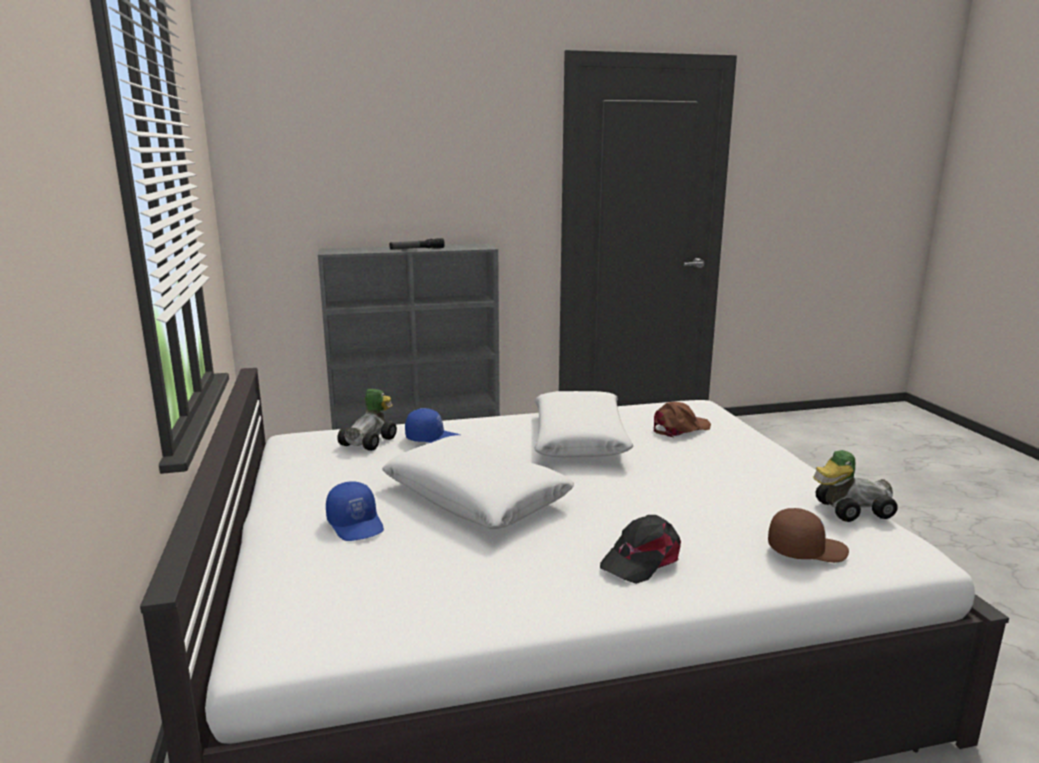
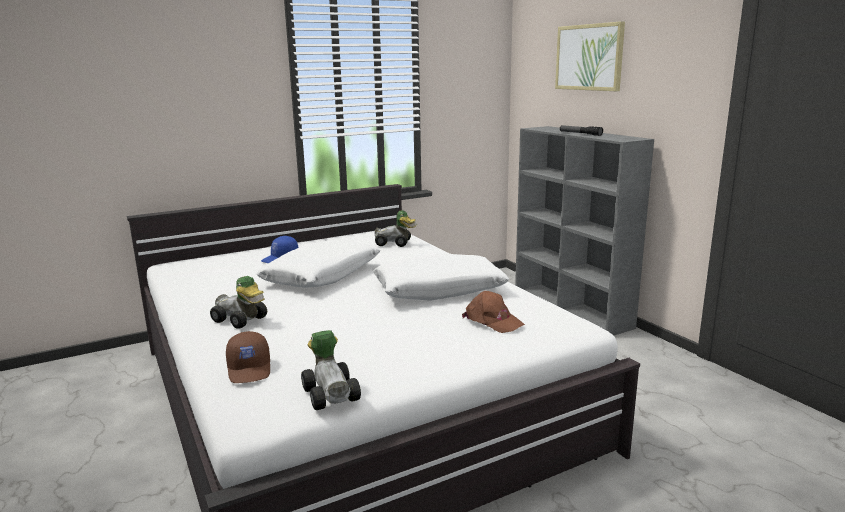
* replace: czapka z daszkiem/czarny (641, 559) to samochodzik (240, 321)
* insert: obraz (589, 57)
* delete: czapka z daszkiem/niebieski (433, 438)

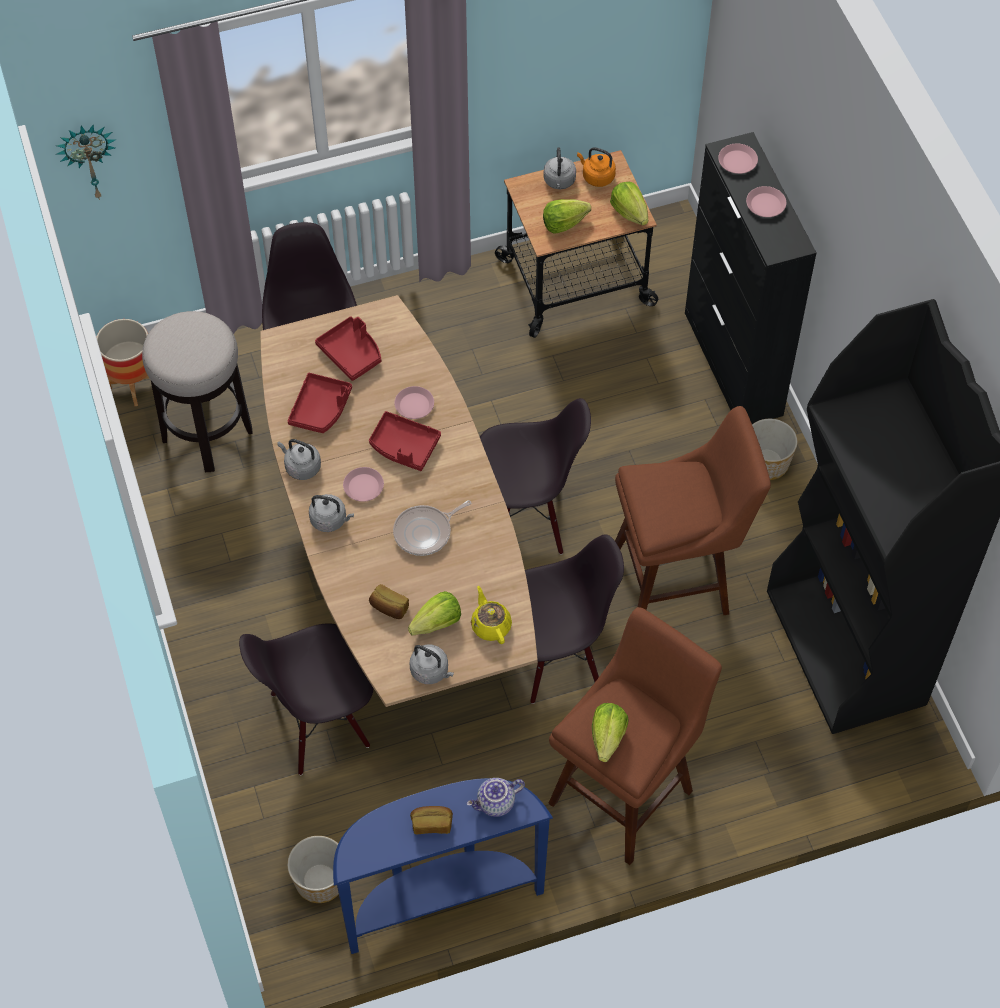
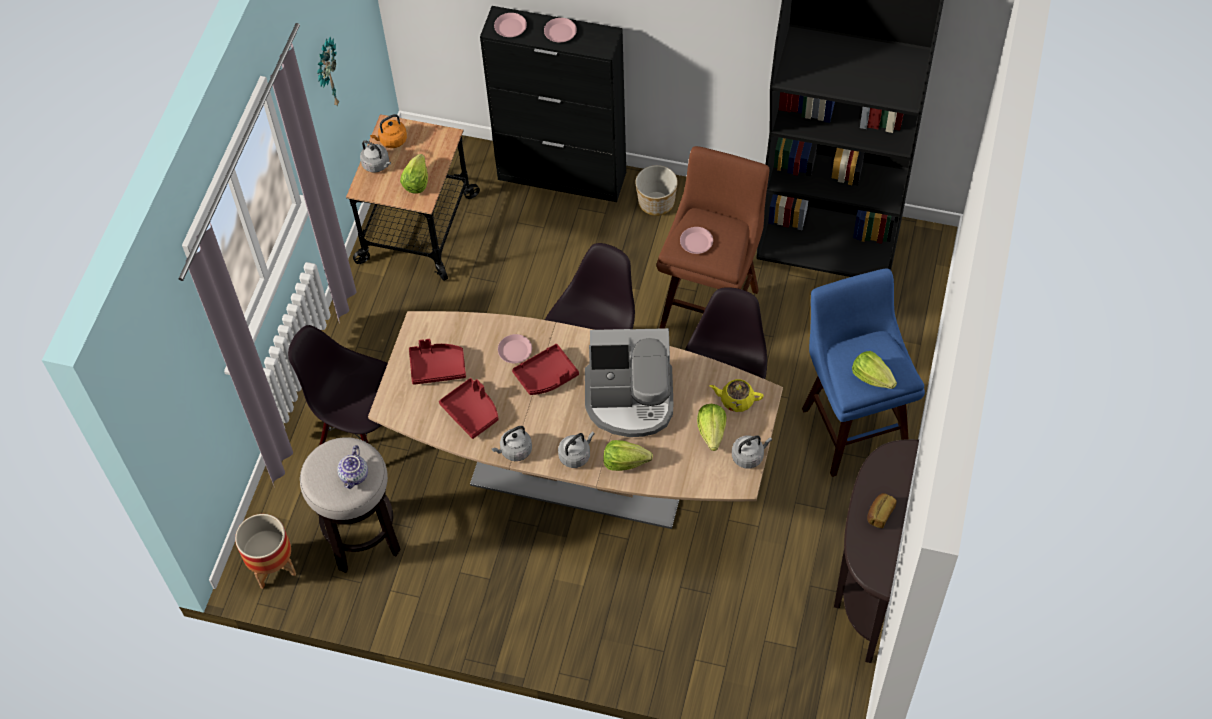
* move: zegar ścienny (89, 159) to (326, 75)
* move: imbryk (496, 804) to (355, 476)
* replace: patelnia (425, 532) to ekspres do kawy (630, 400)
* move: sałata (629, 212) to (625, 462)
* move: talerz/różowy (364, 487) to (696, 242)
* recolor: stołek/brązowy (626, 790) to stołek/niebieski (852, 424)
* recolor: stolik konsolowy/niebieski (440, 899) to stolik konsolowy/brązowy (863, 583)
* delete: krzesło/czarny (319, 722)
* delete: donica (319, 881)
* delete: chleb (389, 608)

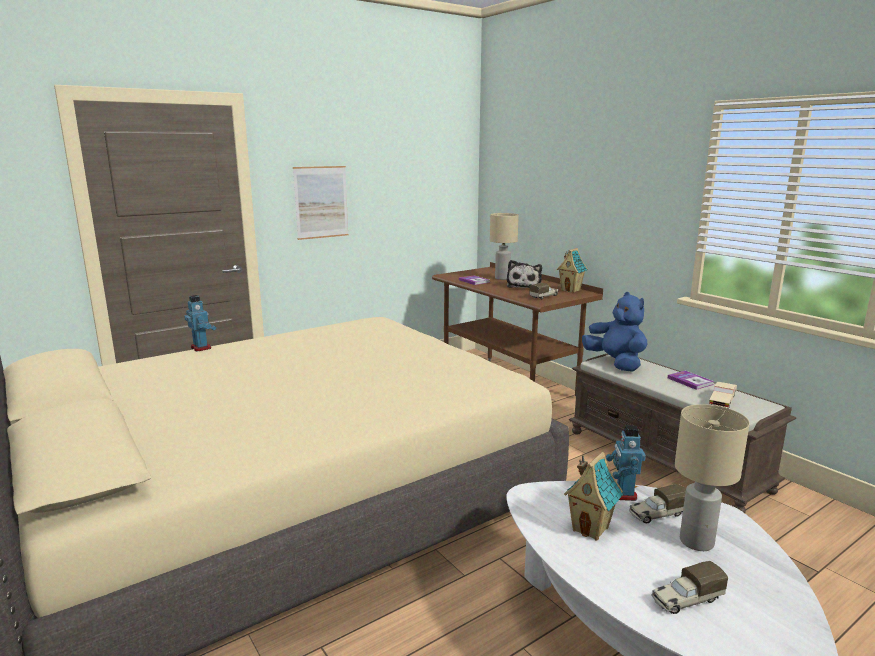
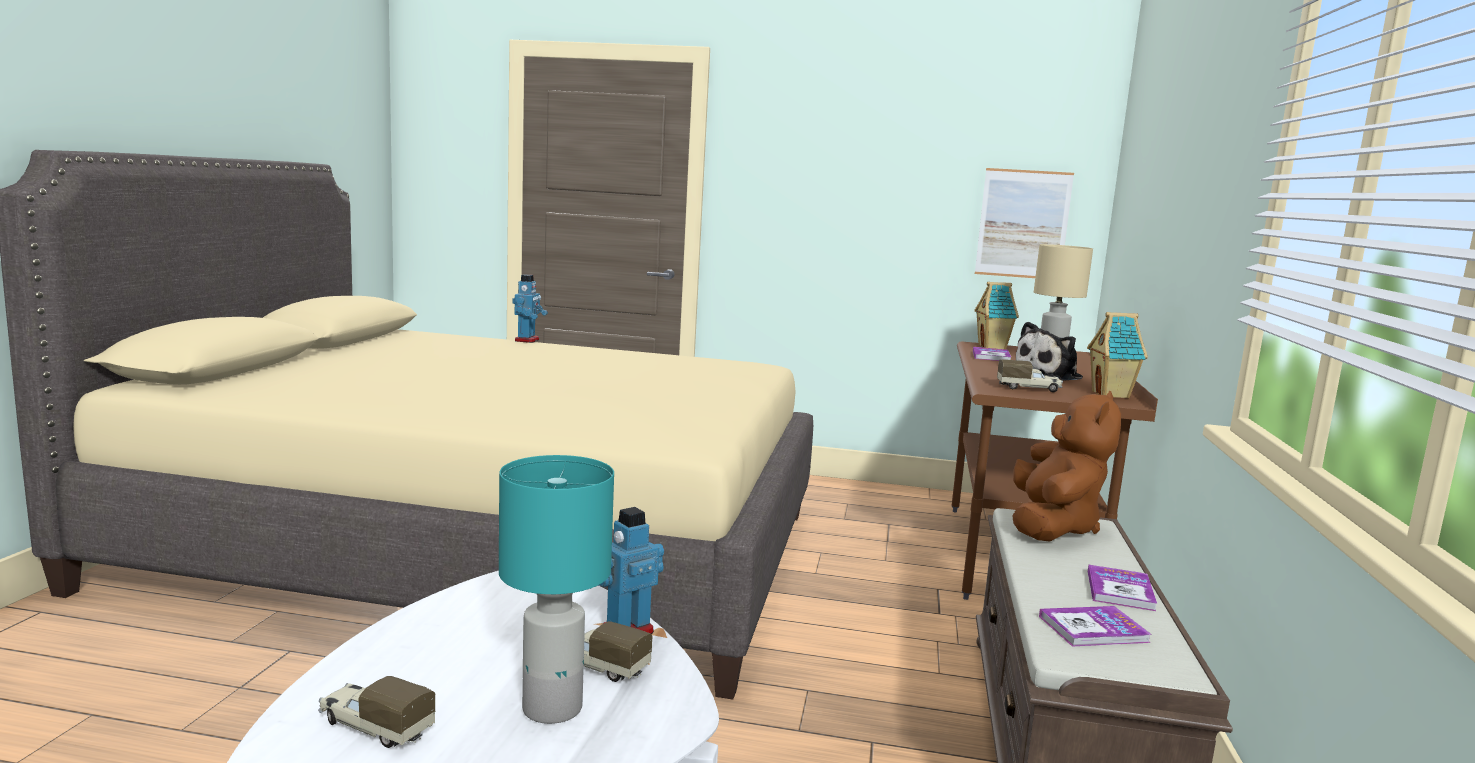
* recolor: lampa stołowa/beżowy (696, 541) to lampa stołowa/turkusowy (554, 708)
* move: domek (591, 529) to (993, 347)
* move: obraz (321, 202) to (1023, 224)
* recolor: pluszak/niebieski (615, 363) to pluszak/brązowy (1052, 527)
* replace: samochodzik/beżowy (722, 401) to książka (1093, 629)

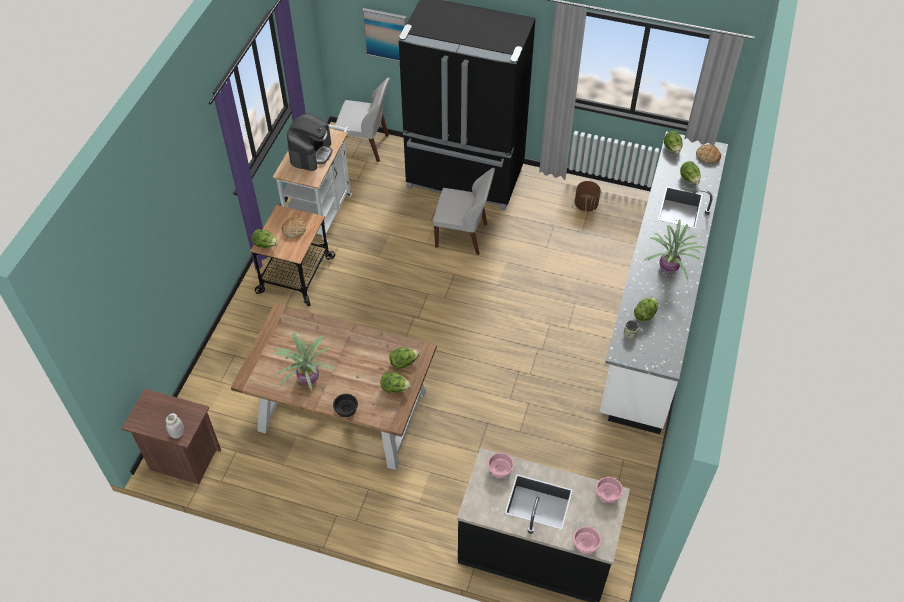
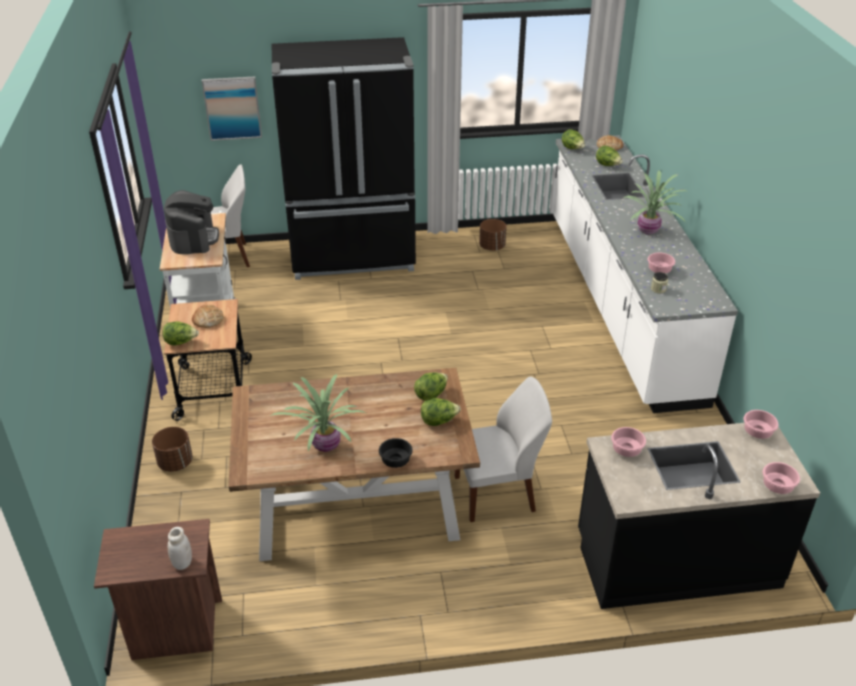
* insert: donica/brązowy (175, 462)
* move: krzesło/biały (463, 236) to (497, 493)
* replace: sałata (645, 314) to miska/różowy (659, 271)

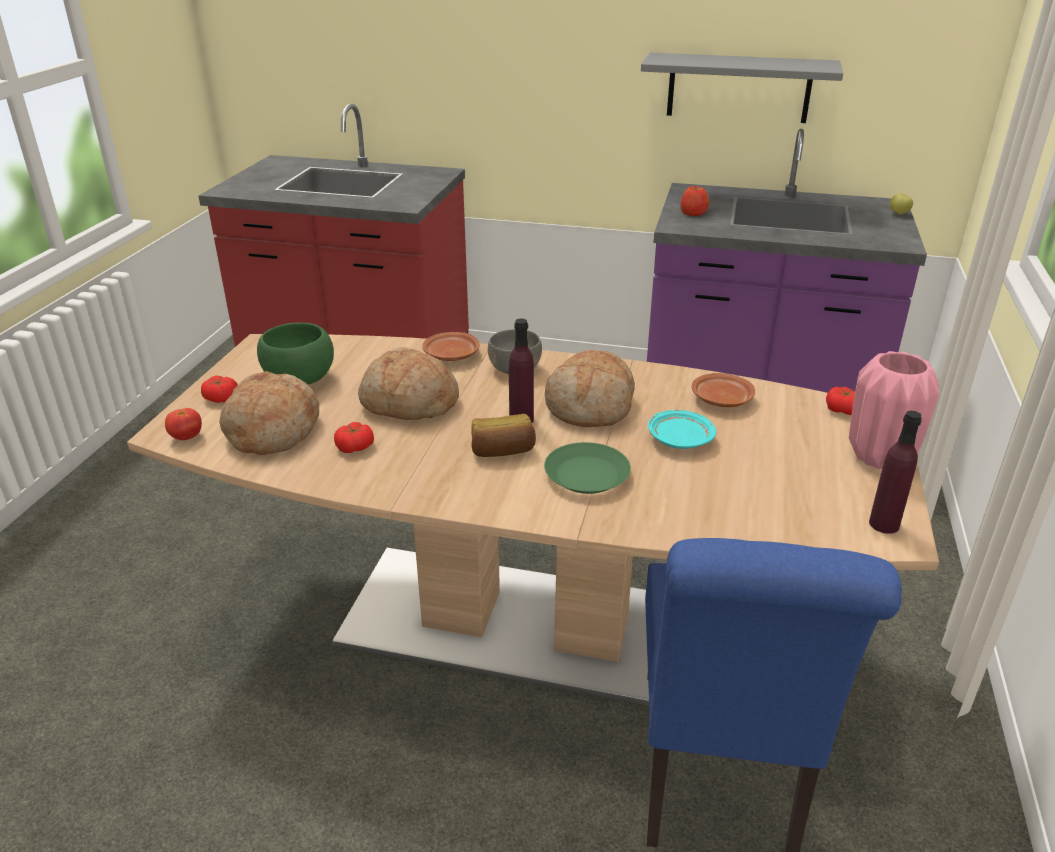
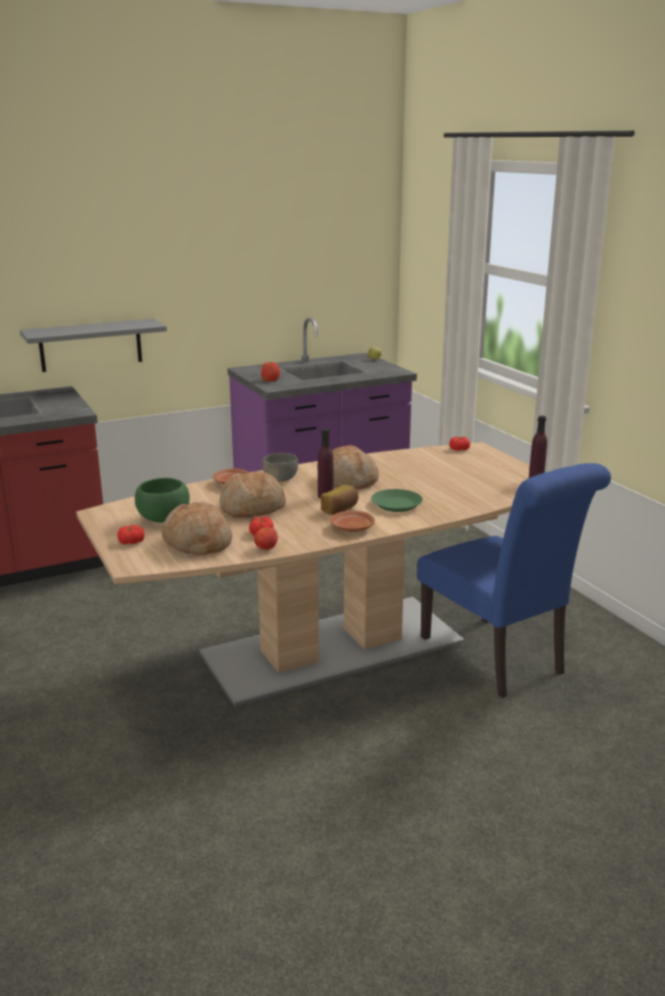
* move: półka/szary (738, 88) to (91, 345)
* move: pomidor (186, 437) to (266, 548)
* move: talerz/brązowy (721, 400) to (352, 528)
* delete: talerz/turkusowy (679, 439)
* delete: wazon/różowy (880, 457)

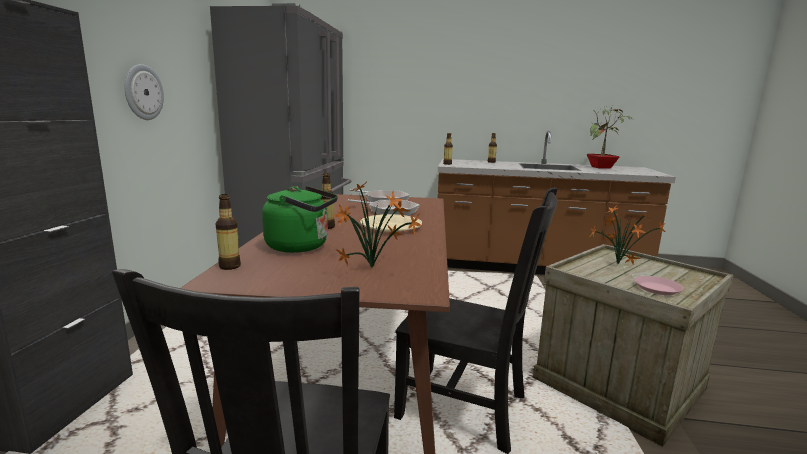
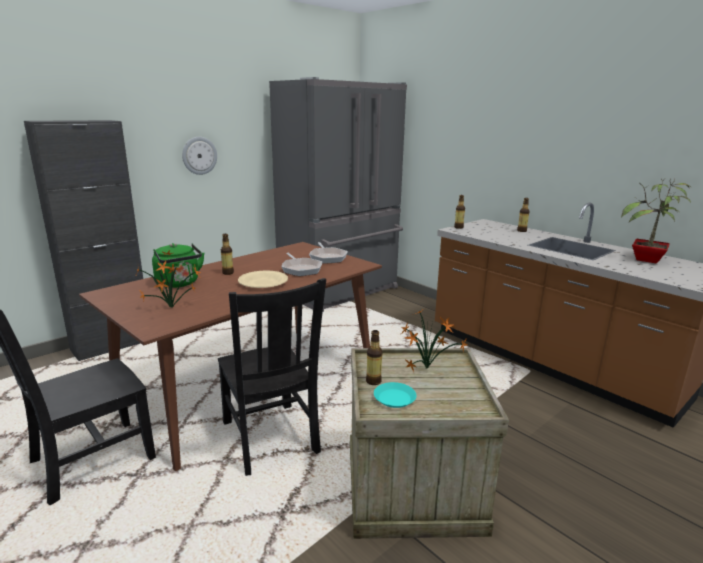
* move: butelka (230, 266) to (373, 381)
* recolor: talerz/różowy (657, 289) to talerz/turkusowy (394, 398)

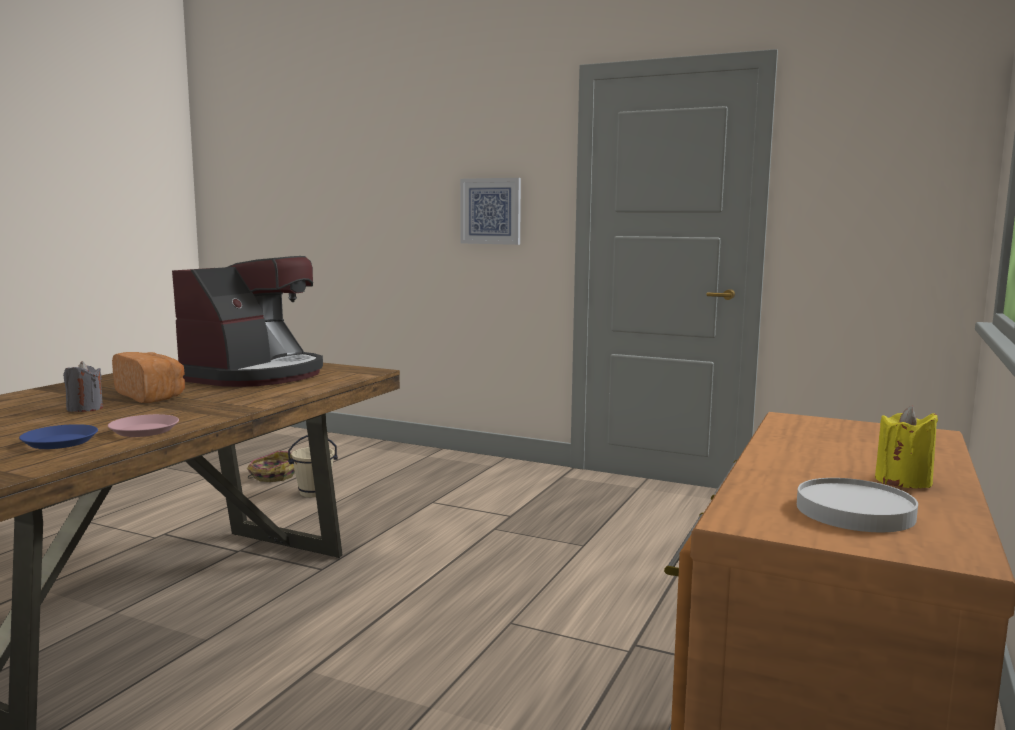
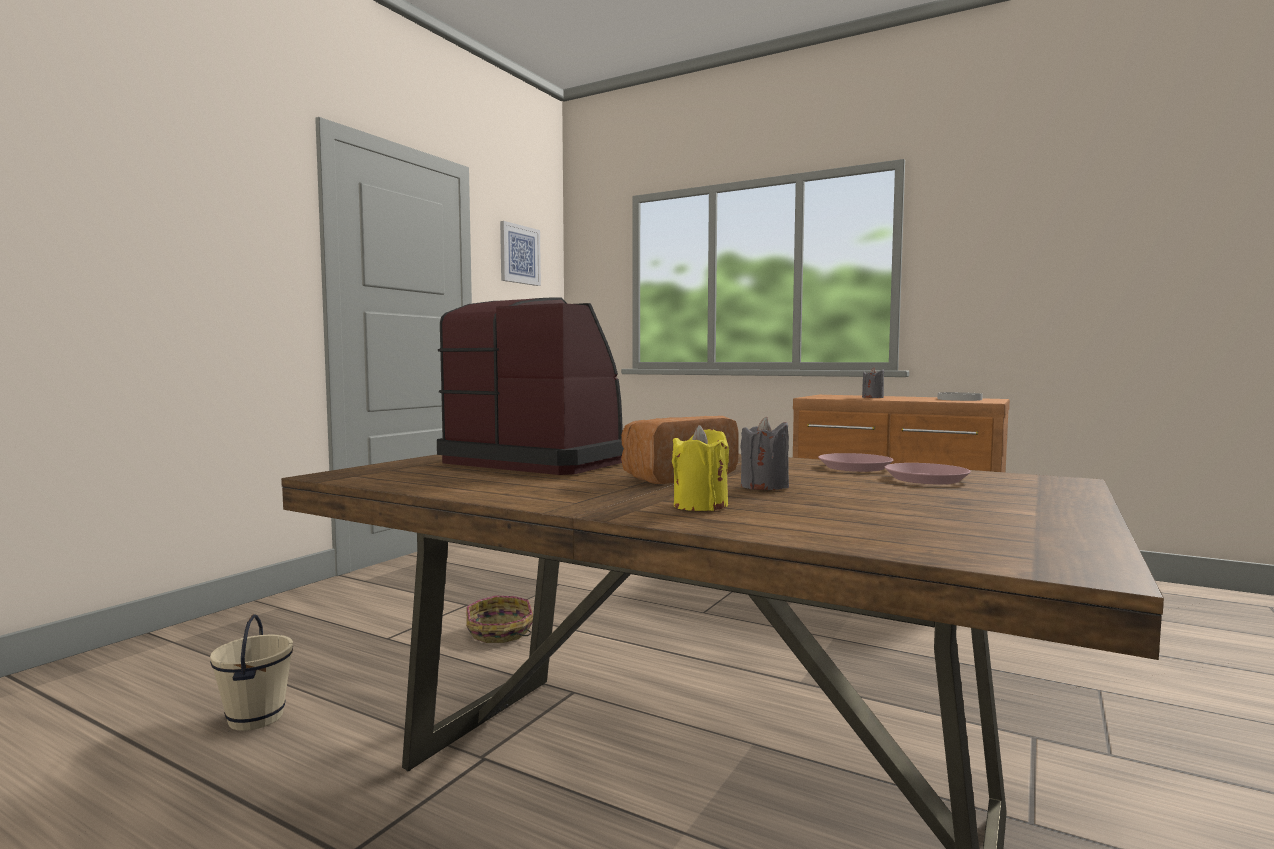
* move: koszyk (273, 476) to (500, 633)
* move: obraz (491, 211) to (519, 254)
* move: świeca/żółty (903, 481) to (700, 506)
* insert: świeca/szary (872, 398)
* recolor: talerz/niebieski (60, 442) to talerz/różowy (925, 479)

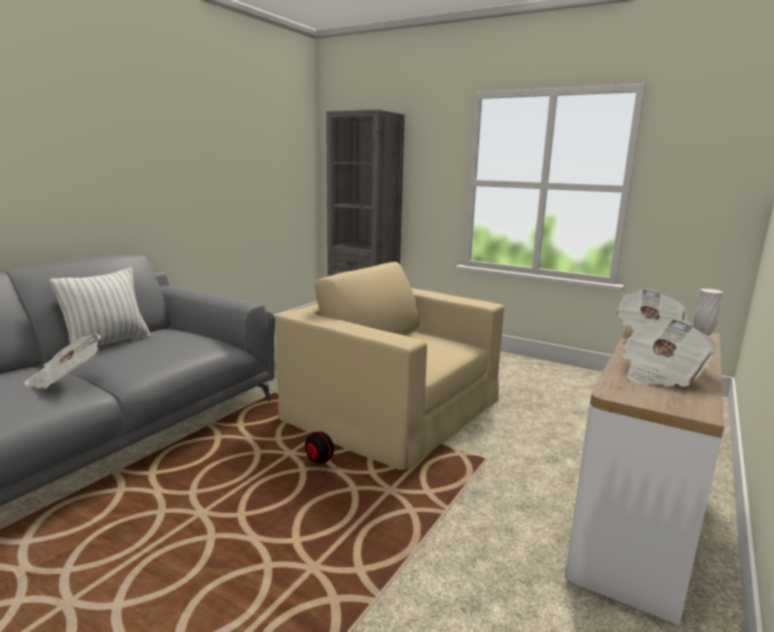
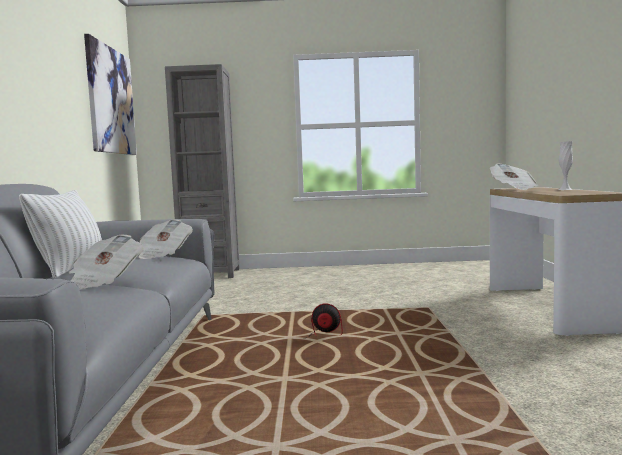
* insert: obraz (111, 101)
* move: gazeta (660, 374) to (164, 254)
* delete: fotel/beżowy (393, 408)

